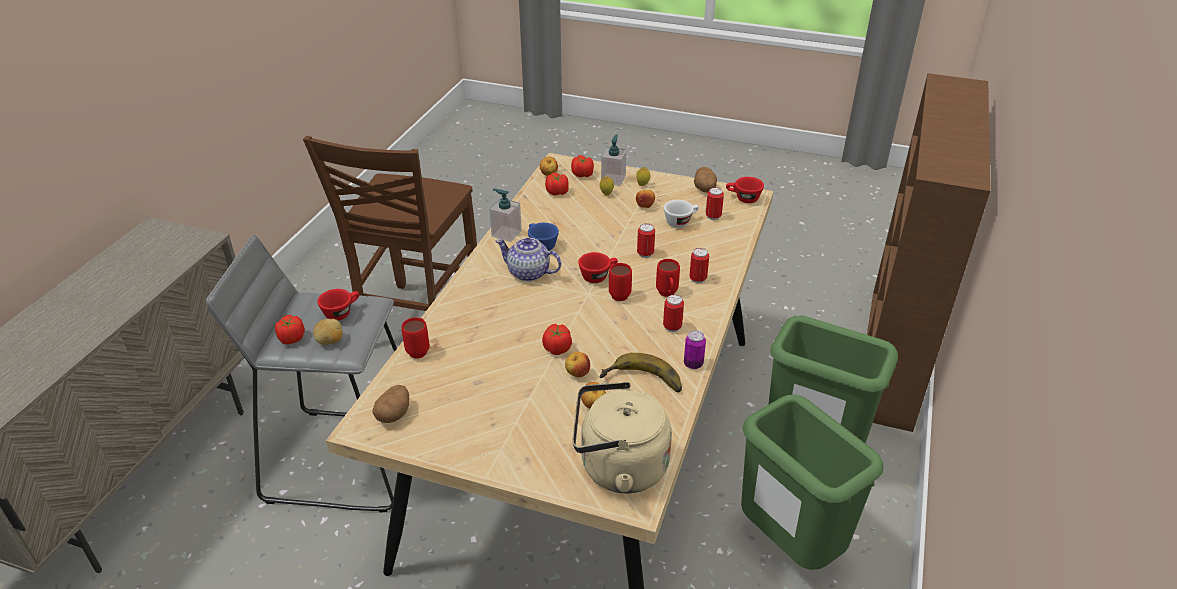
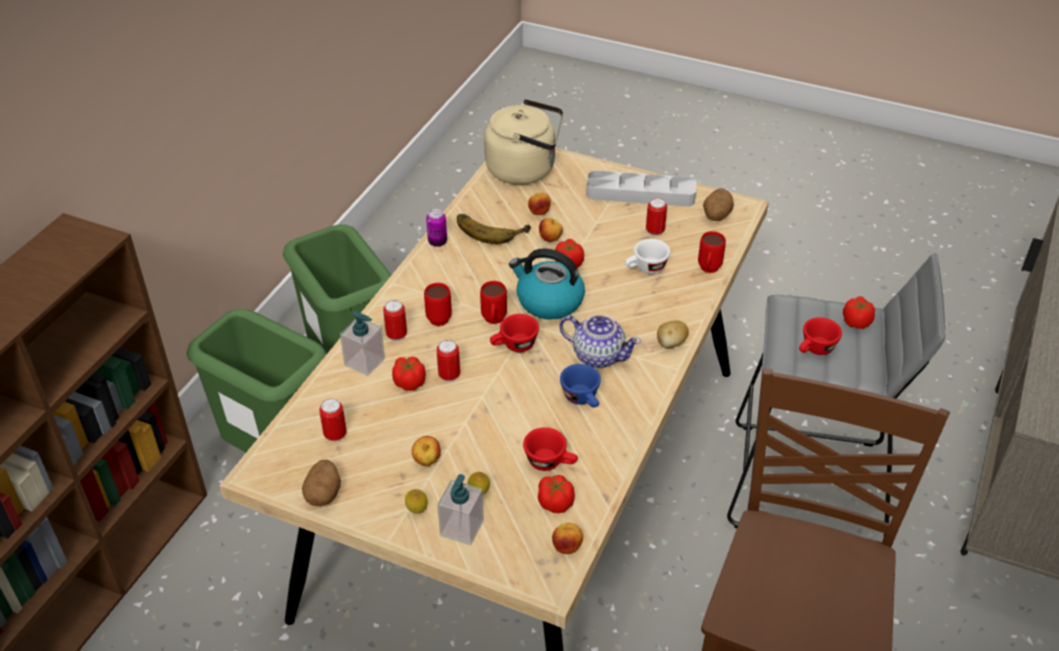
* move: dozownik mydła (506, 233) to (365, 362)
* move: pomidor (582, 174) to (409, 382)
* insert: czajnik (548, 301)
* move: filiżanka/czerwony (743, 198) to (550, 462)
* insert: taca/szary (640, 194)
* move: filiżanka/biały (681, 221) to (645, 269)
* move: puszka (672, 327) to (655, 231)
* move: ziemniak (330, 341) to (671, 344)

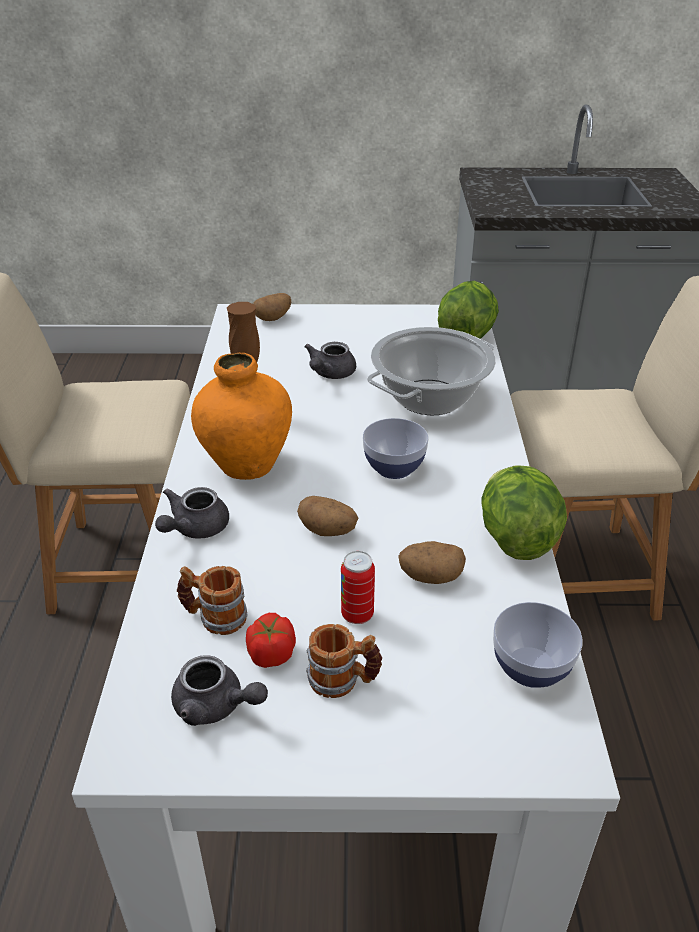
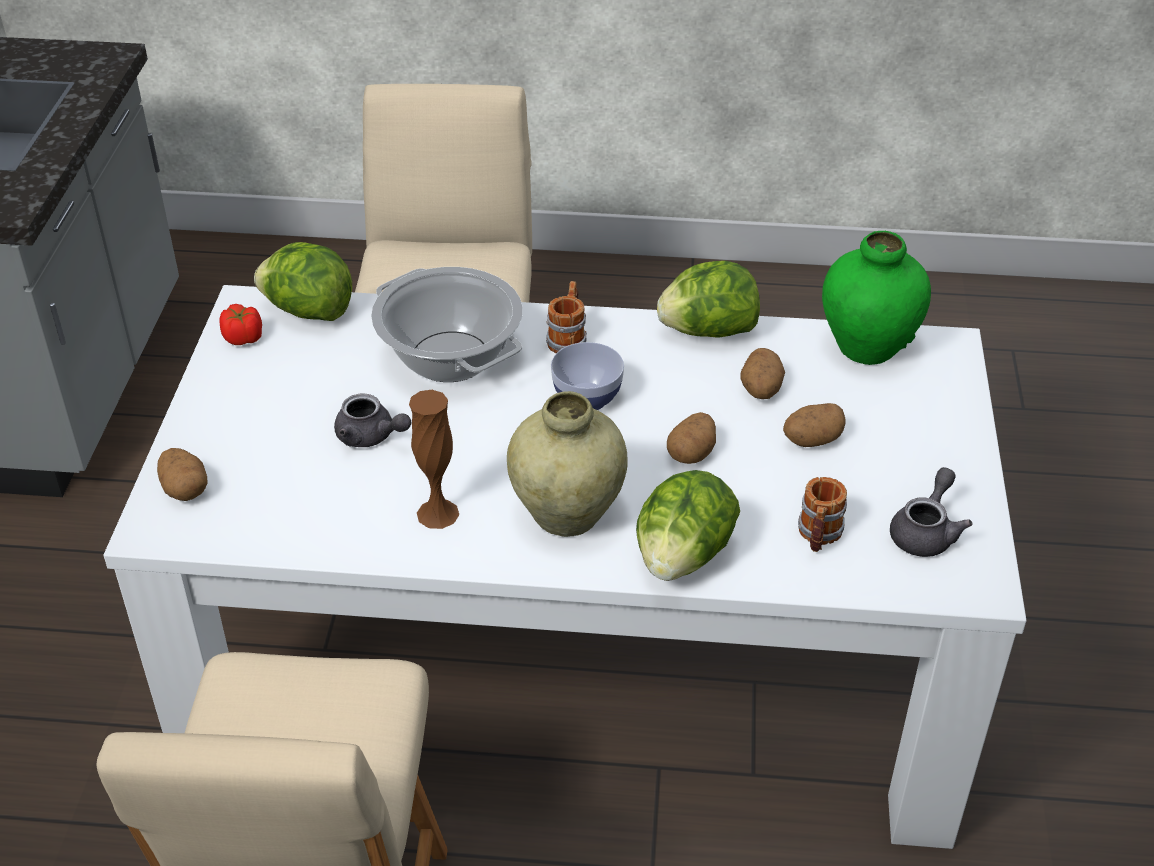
* move: pomidor (271, 654) to (243, 338)
* recolor: wazon/pomarańczowy (247, 465) to wazon/beżowy (567, 515)
* move: kubek (343, 680) to (568, 338)
* replace: imbryk/szary (194, 528) to sałata (683, 557)
* replace: puszka (357, 614) to ziemniak (811, 440)
* replace: miska (530, 668) to wazon/zielony (867, 348)

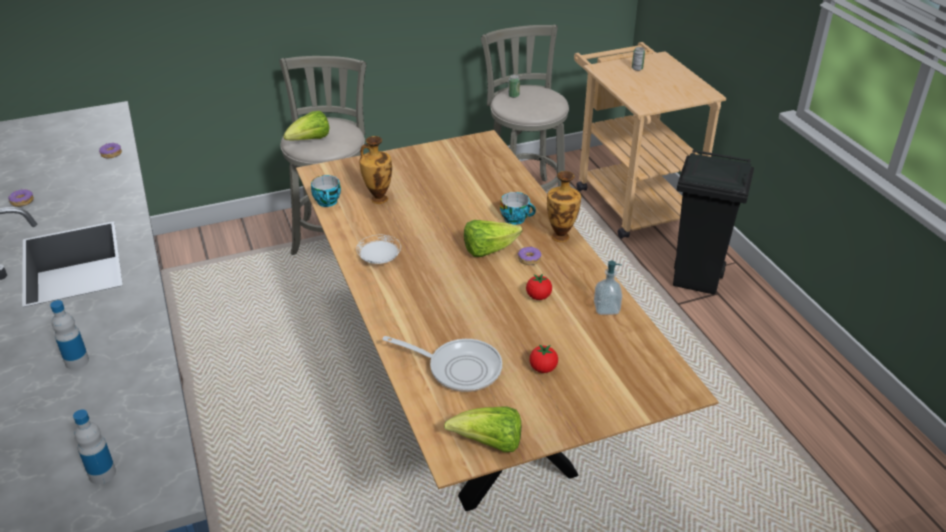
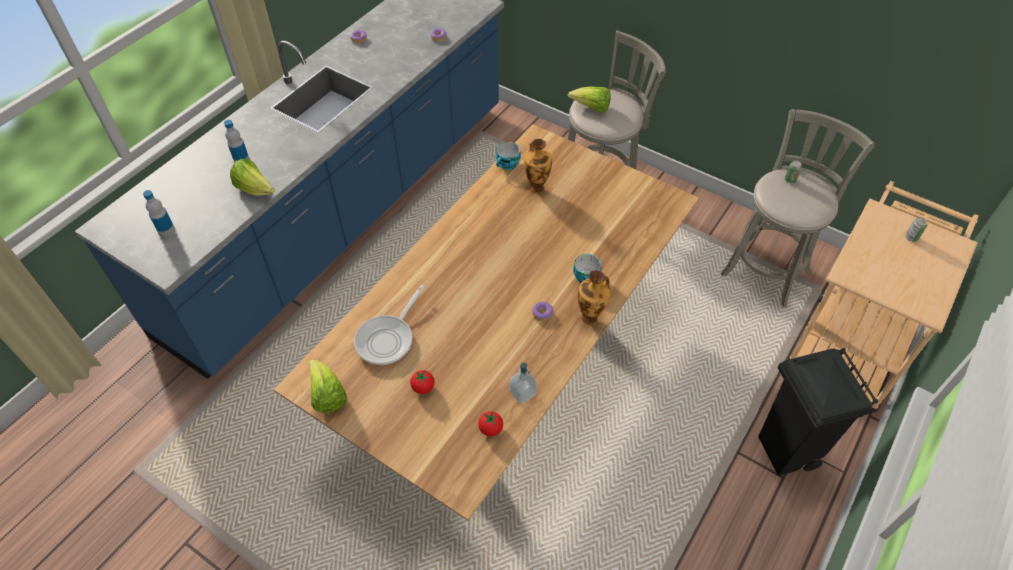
* move: sałata (488, 250) to (255, 189)
* rotate: patelnia (459, 368) = (388, 339) 45 degrees clockwise
* move: pomidor (538, 296) to (490, 429)
* delete: talerz/biały (379, 259)

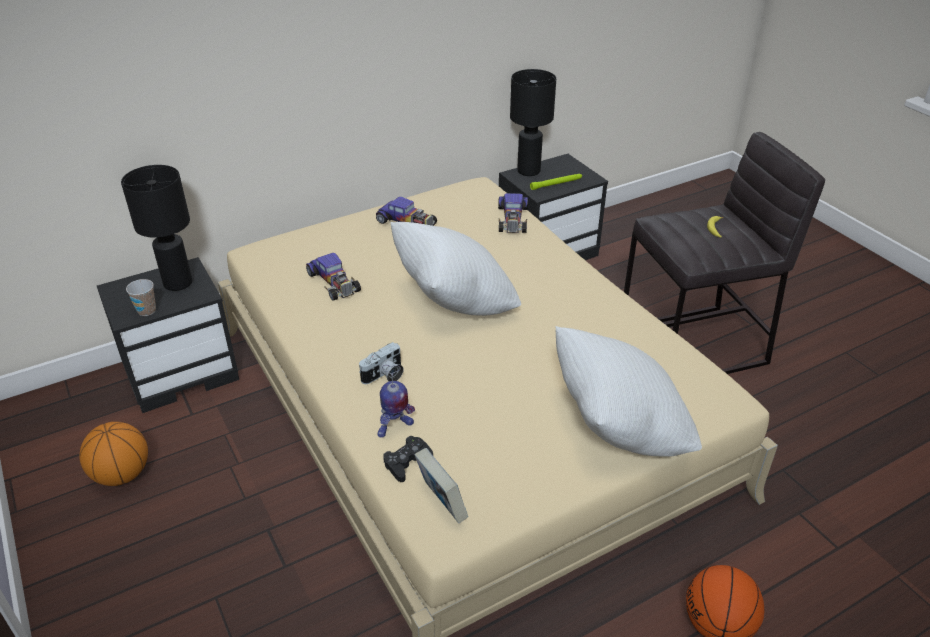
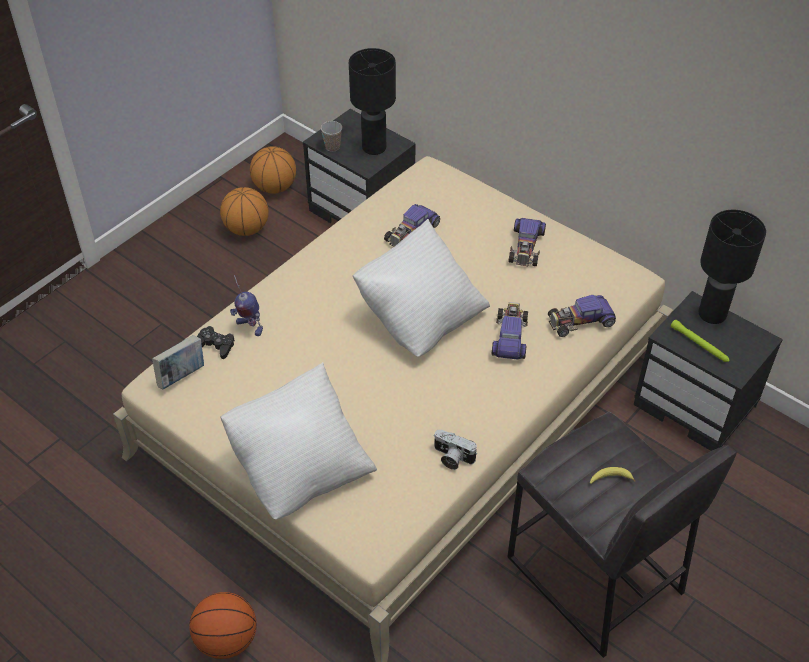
* insert: piłka do koszykówki (275, 187)
* move: aparat fotograficzny (384, 376) to (452, 457)
* insert: samochodzik (510, 336)

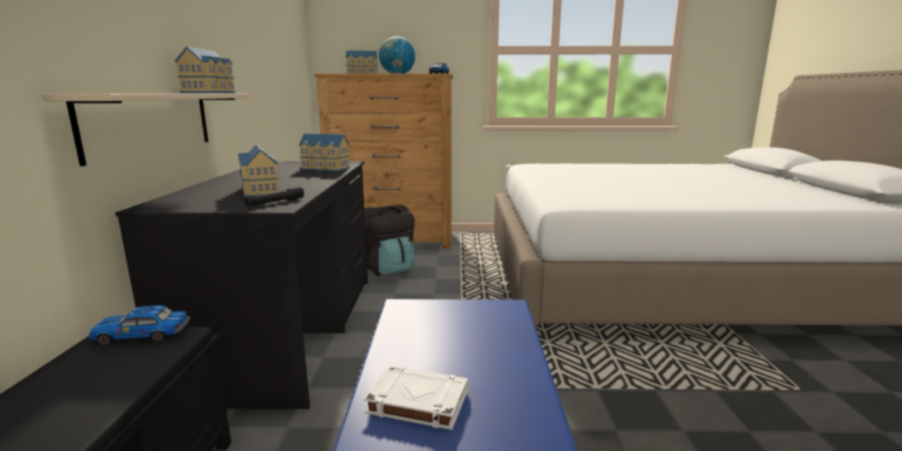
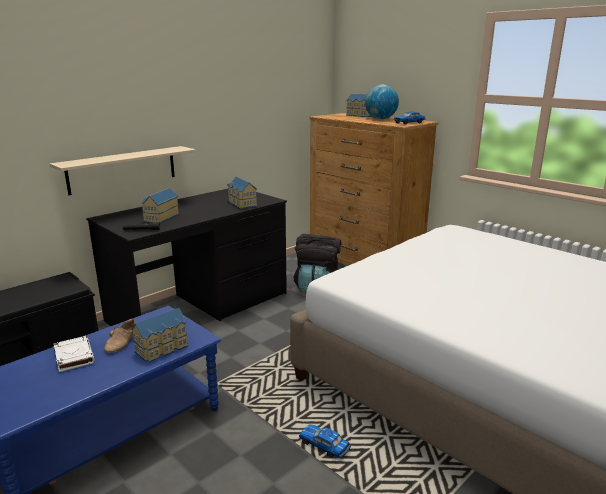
* insert: but/beżowy (123, 342)
* move: domek (211, 93) to (163, 349)
* move: samochodzik (143, 335) to (324, 446)

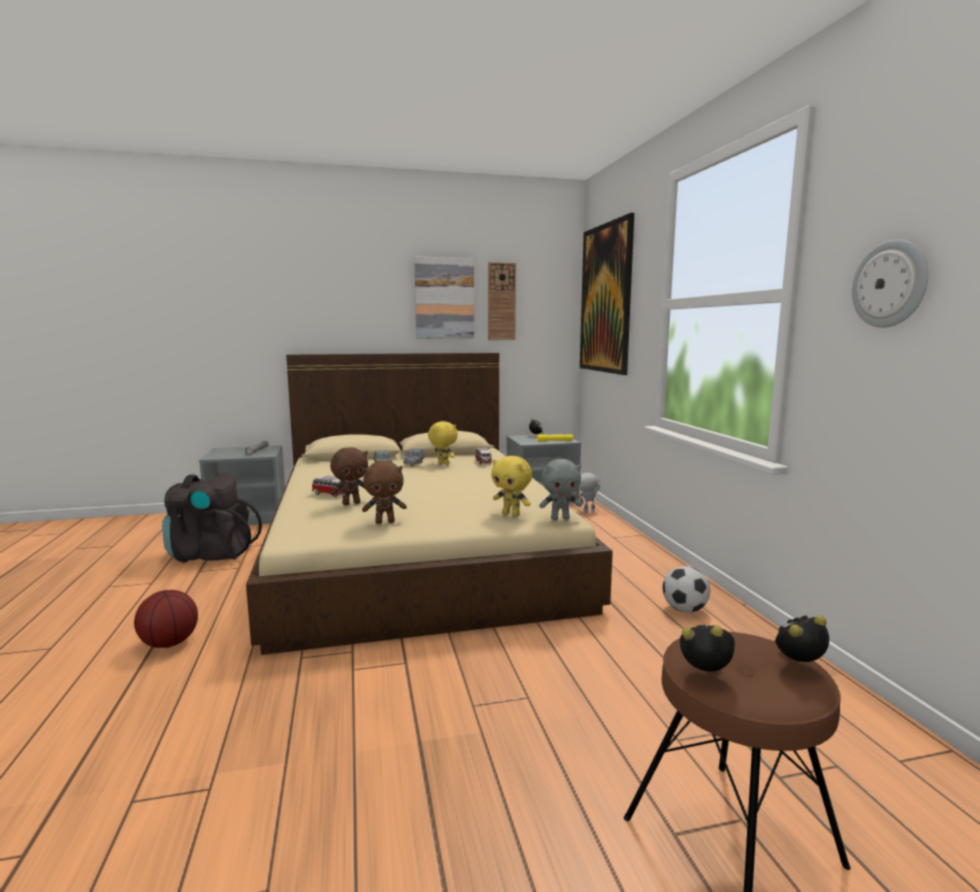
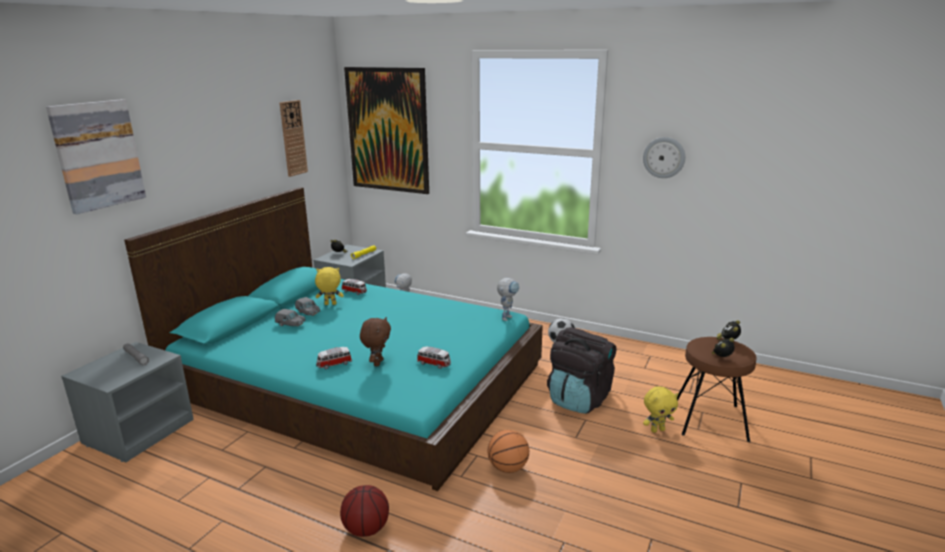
* move: obraz (444, 298) to (98, 155)
* recolor: łóżko/beżowy (416, 547) to łóżko/turkusowy (358, 380)
* replace: pluszak/brązowy (385, 522) to samochodzik (434, 364)
* insert: piłka do koszykówki (508, 468)
* replace: pluszak/szary (560, 518) to robot zabawkowy (507, 316)
* move: plecak/czarny (211, 554) to (579, 399)
* move: pluszak/żółty (511, 514) to (657, 430)

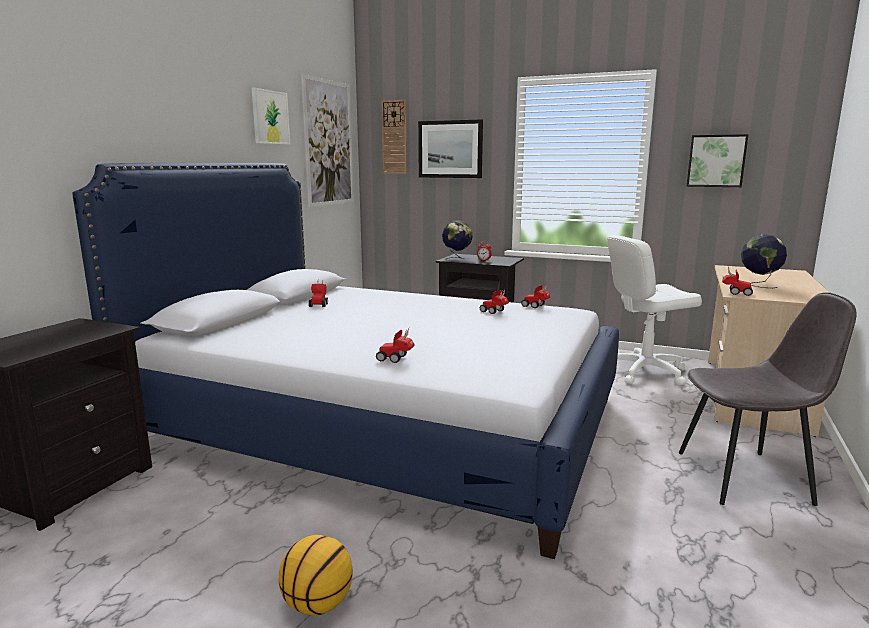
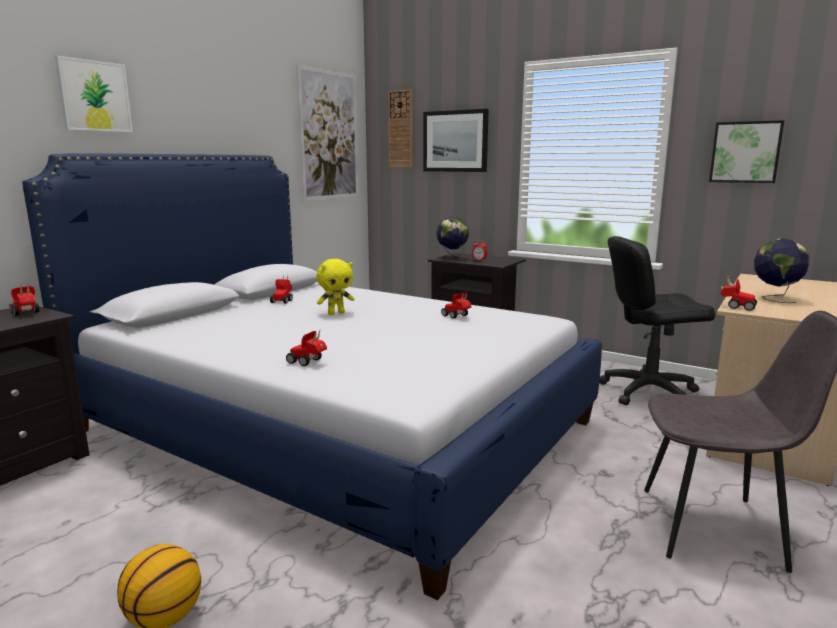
* move: samochodzik (536, 306) to (26, 313)
* move: obraz (270, 117) to (95, 96)
* insert: pluszak/żółty (336, 313)
* recolor: krzesło biurowe/biały (644, 371) to krzesło biurowe/czarny (648, 392)

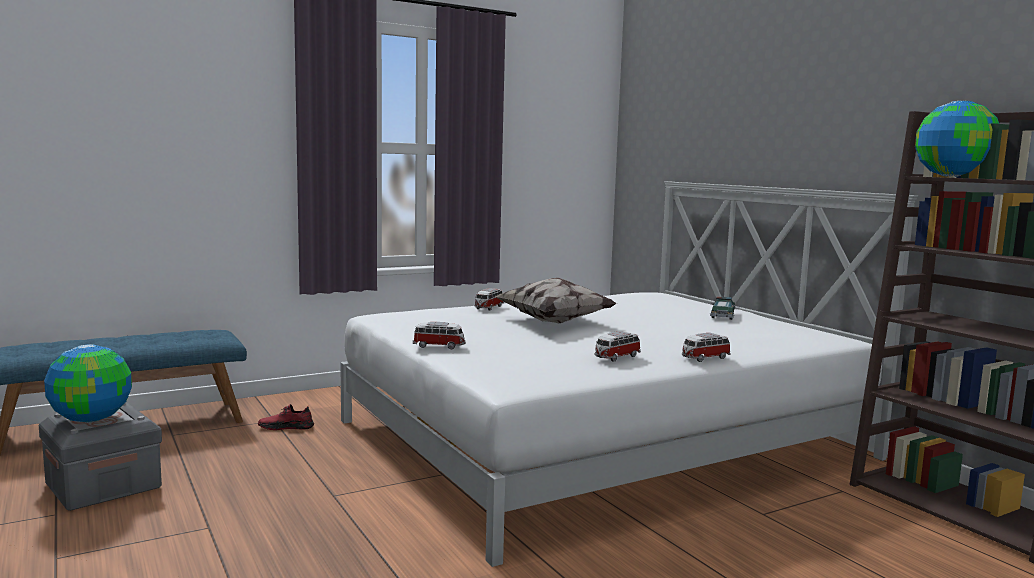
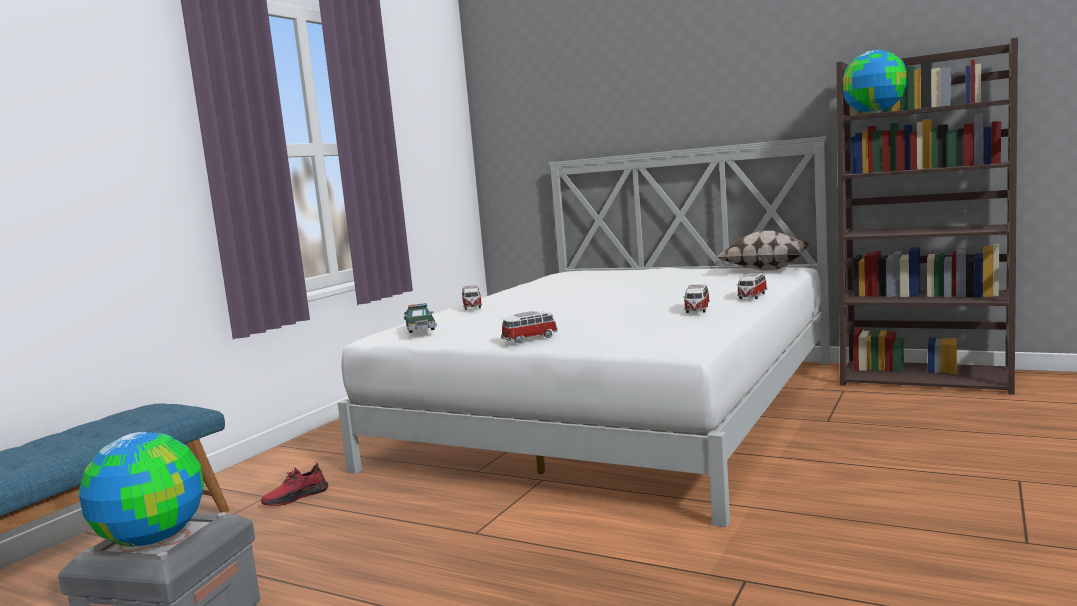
* move: samochodzik (722, 315) to (420, 328)
* move: poduszka (554, 321) to (763, 270)

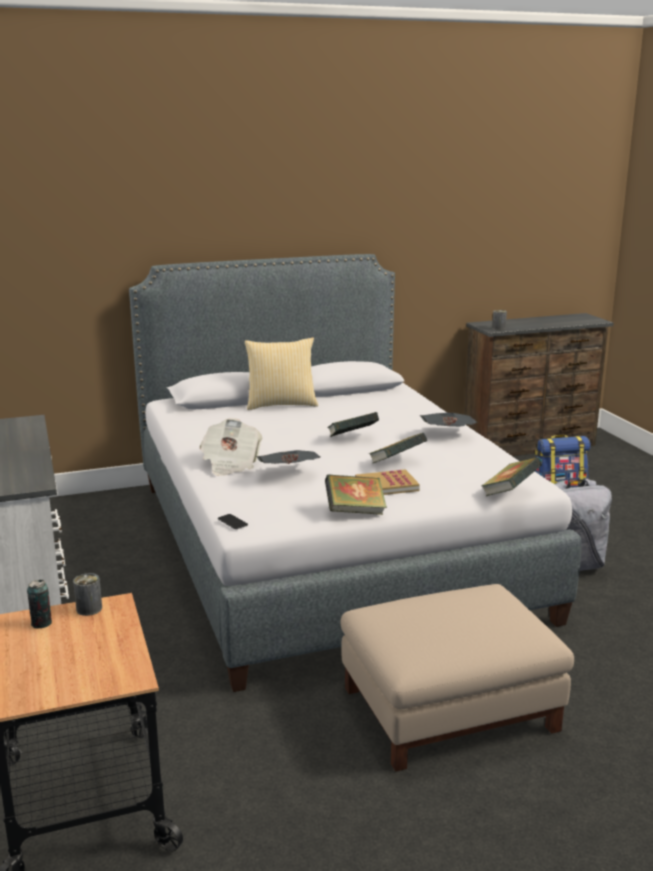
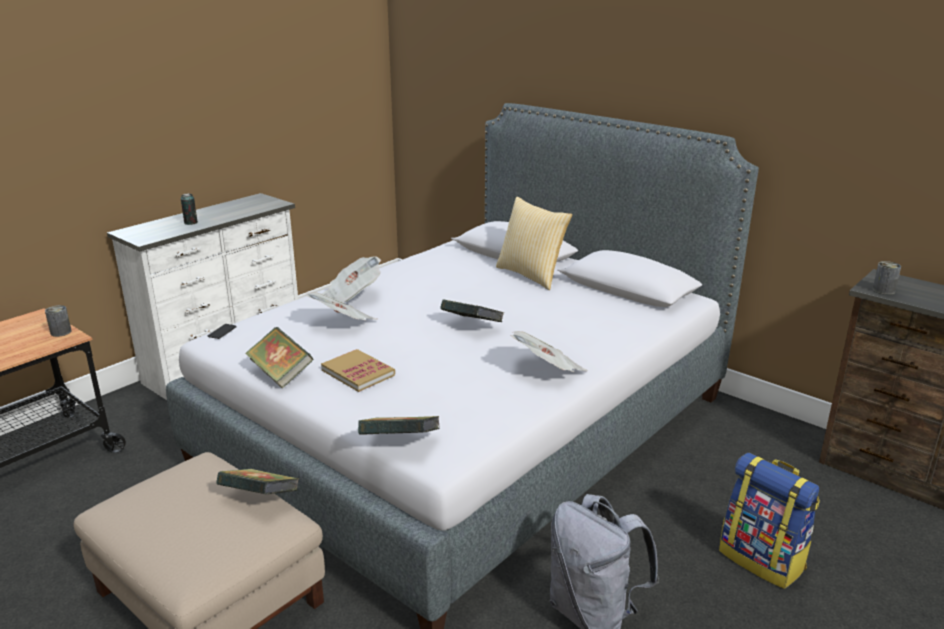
* move: puszka (41, 623) to (191, 223)
* move: książka (397, 463) to (260, 499)

